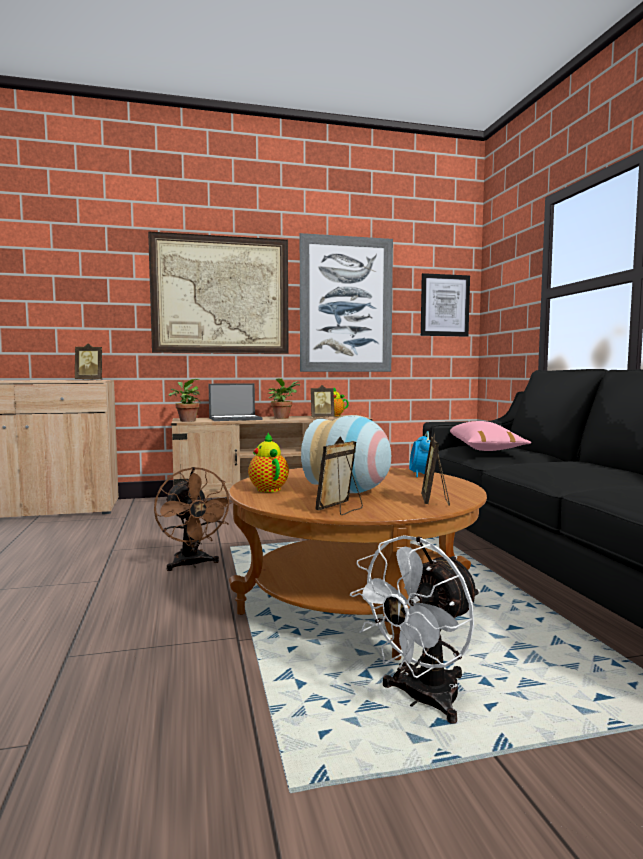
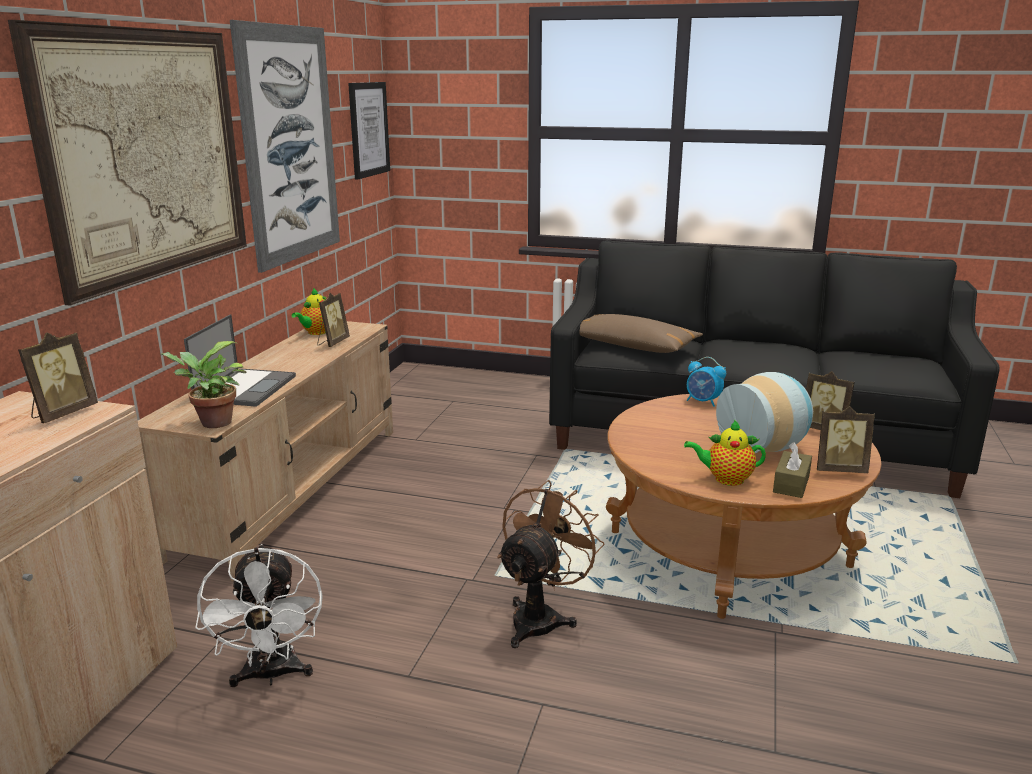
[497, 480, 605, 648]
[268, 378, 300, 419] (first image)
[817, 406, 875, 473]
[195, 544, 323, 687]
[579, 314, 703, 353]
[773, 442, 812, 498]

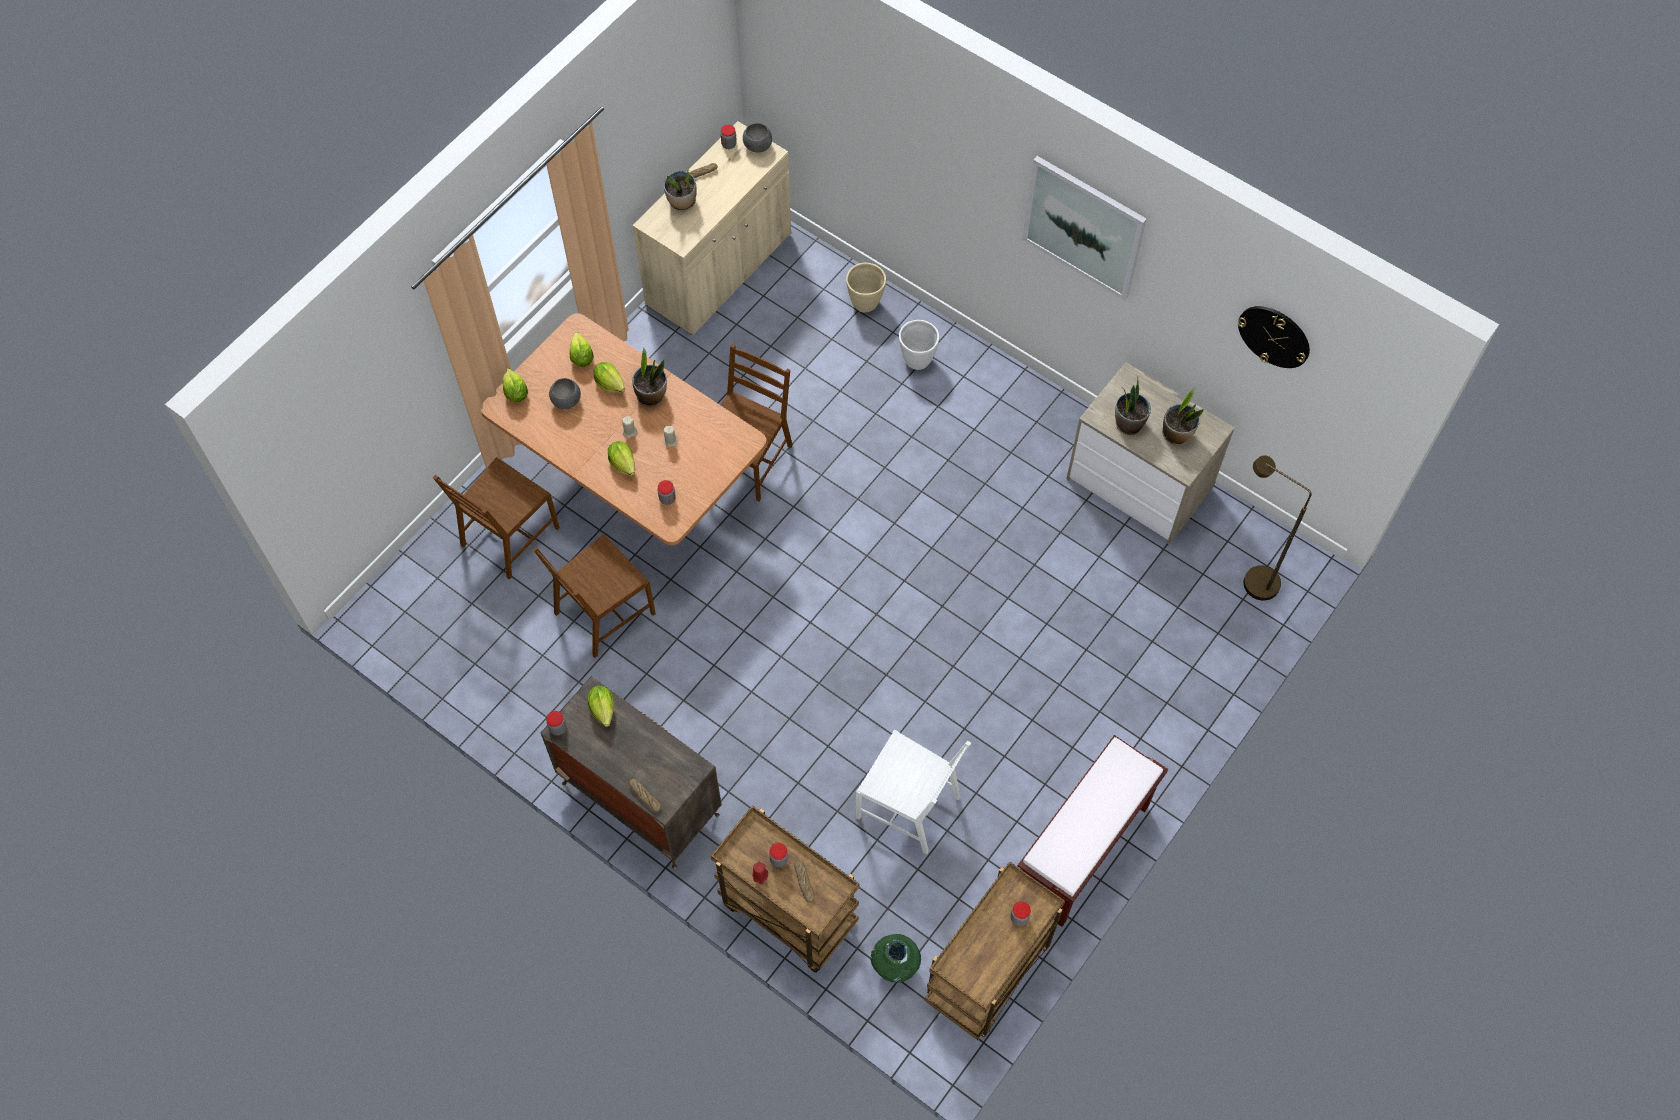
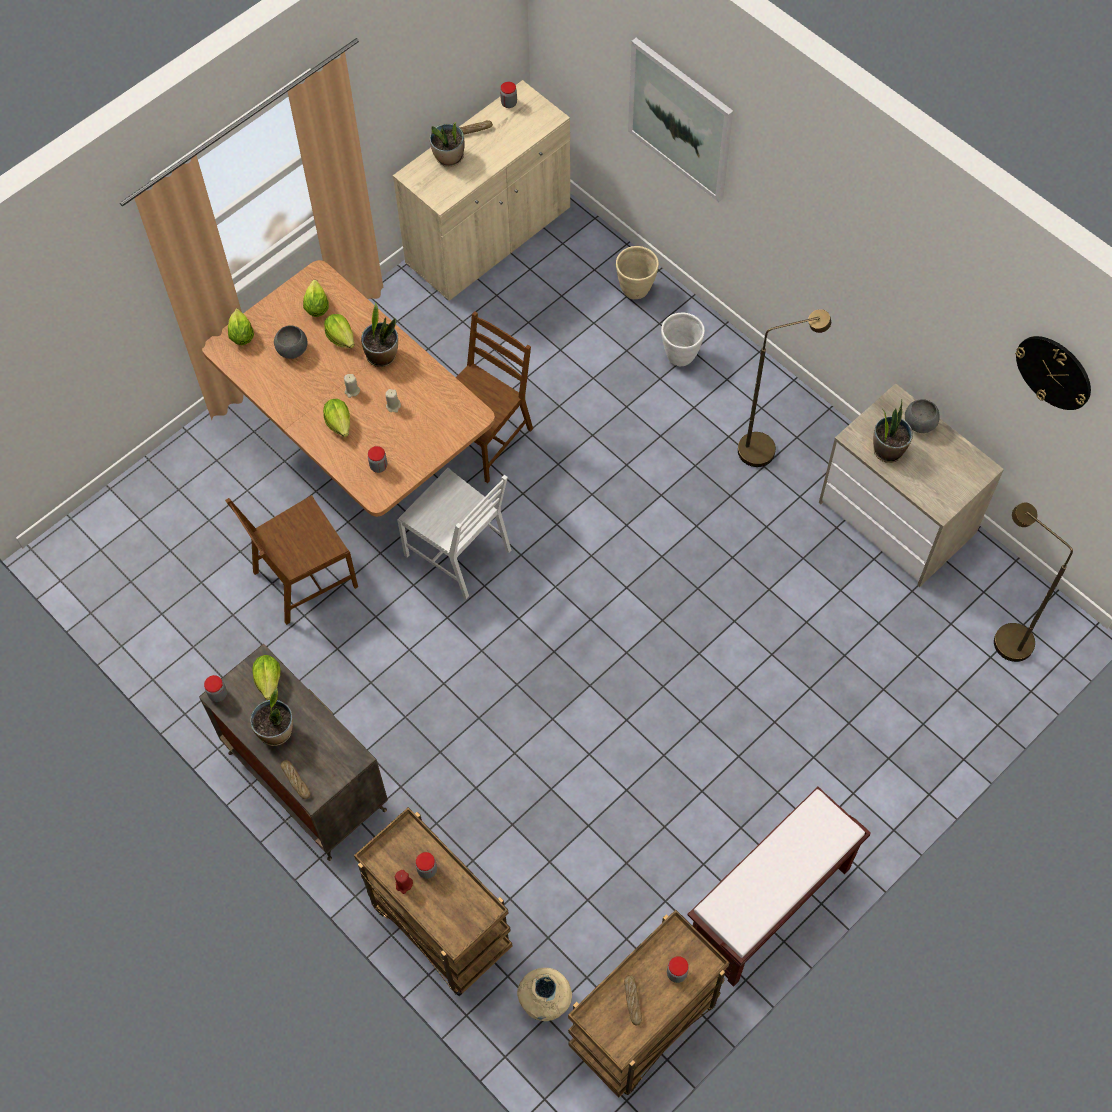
[433, 457, 560, 580] (first image)
[905, 399, 940, 433]
[624, 975, 642, 1025]
[397, 468, 512, 599]
[517, 968, 572, 1021]
[628, 38, 733, 202]
[250, 688, 293, 746]
[738, 309, 831, 467]

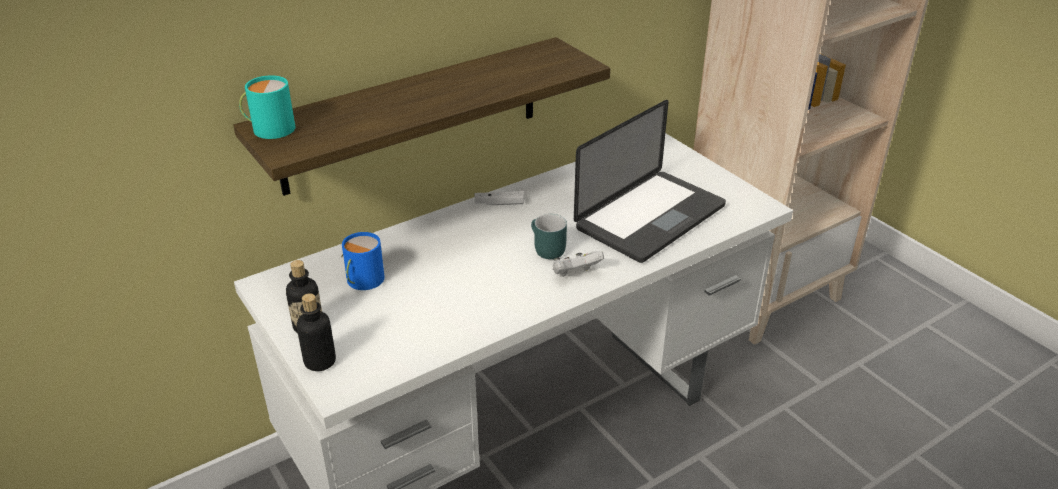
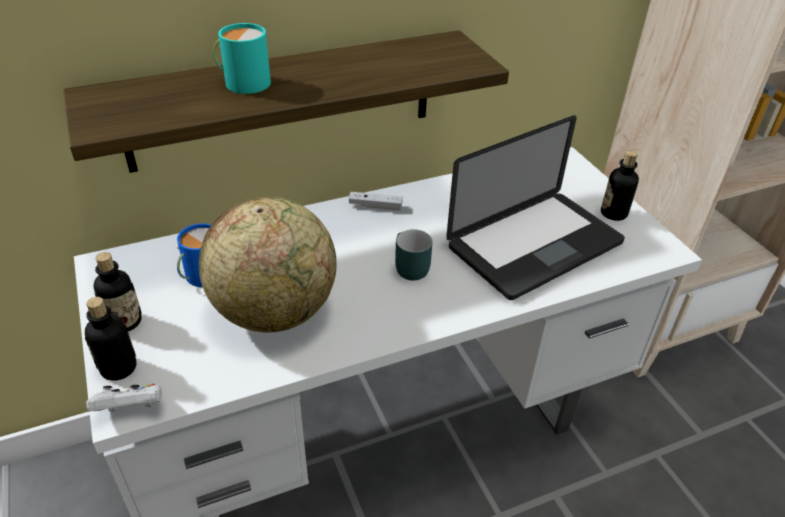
[213, 23, 271, 94]
[86, 384, 162, 412]
[199, 197, 337, 332]
[601, 150, 639, 221]

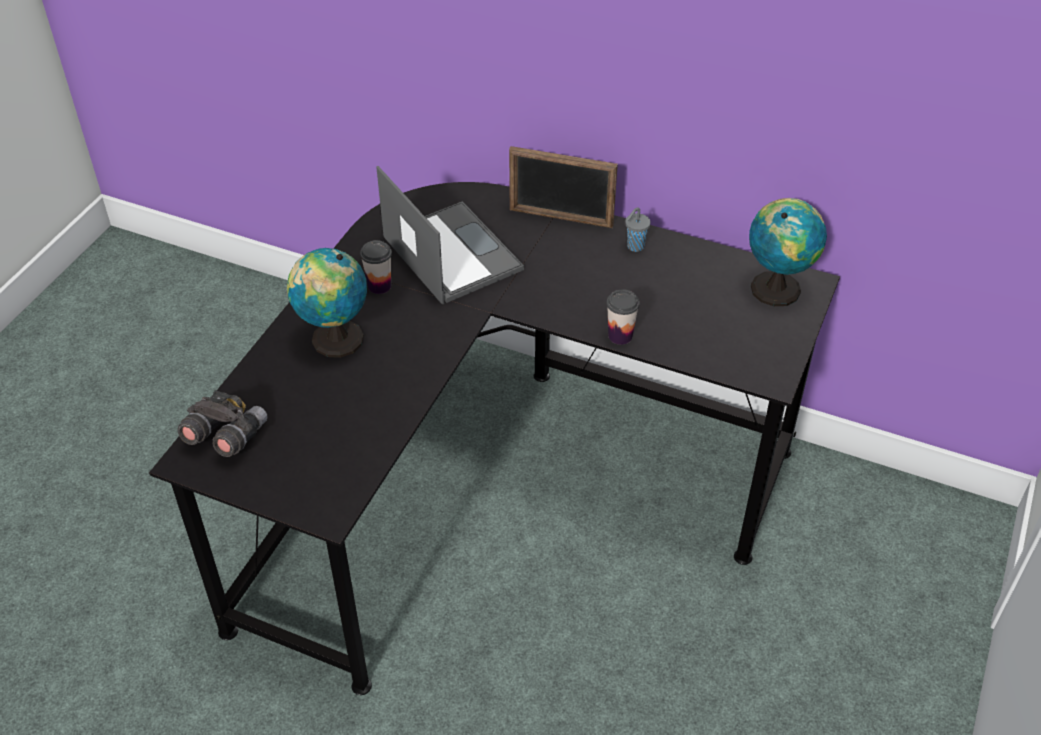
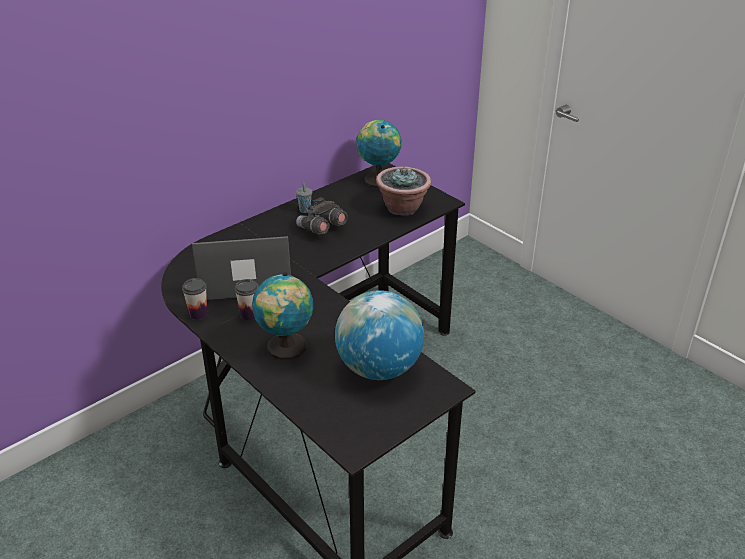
[296, 197, 348, 234]
[509, 146, 618, 228] (first image)
[182, 278, 208, 320]
[335, 290, 424, 380]
[376, 166, 431, 215]

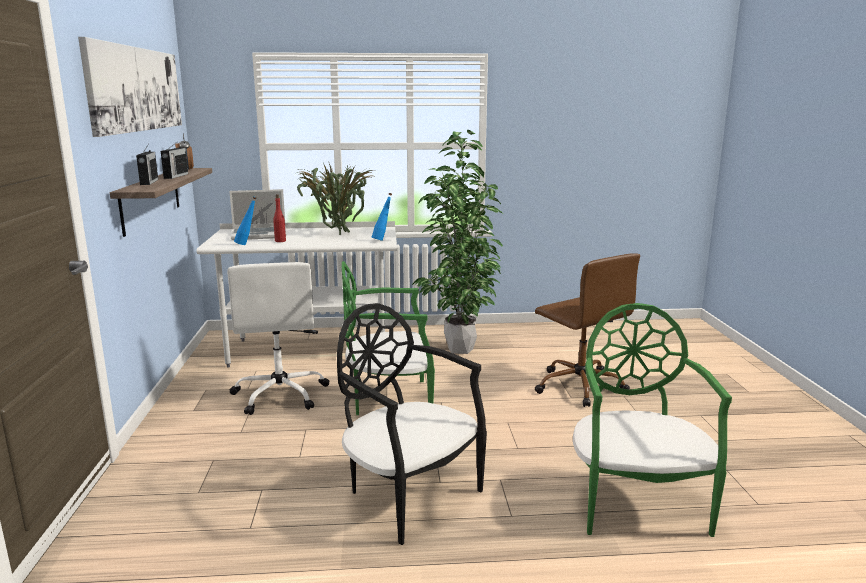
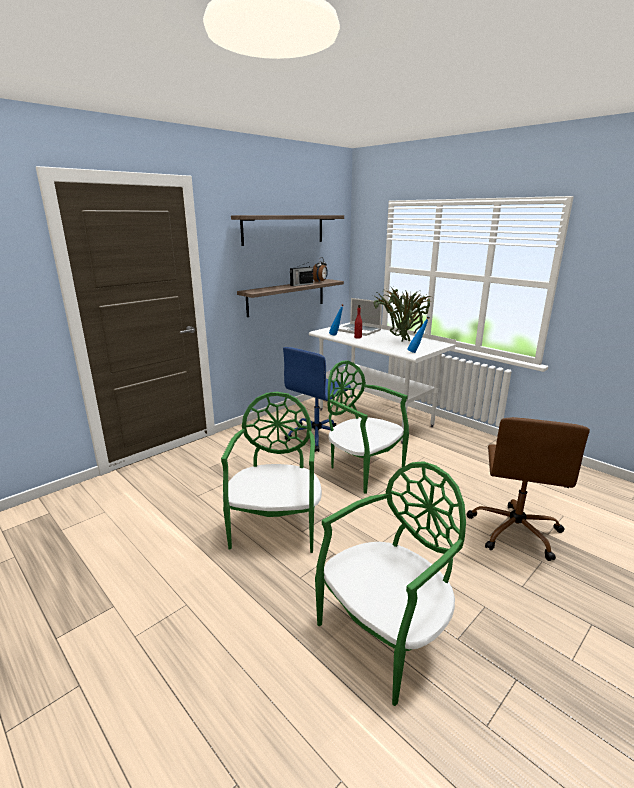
[231, 215, 344, 246]
[136, 145, 158, 185] (first image)
[283, 347, 351, 452]
[221, 392, 322, 553]
[412, 130, 503, 354] (first image)

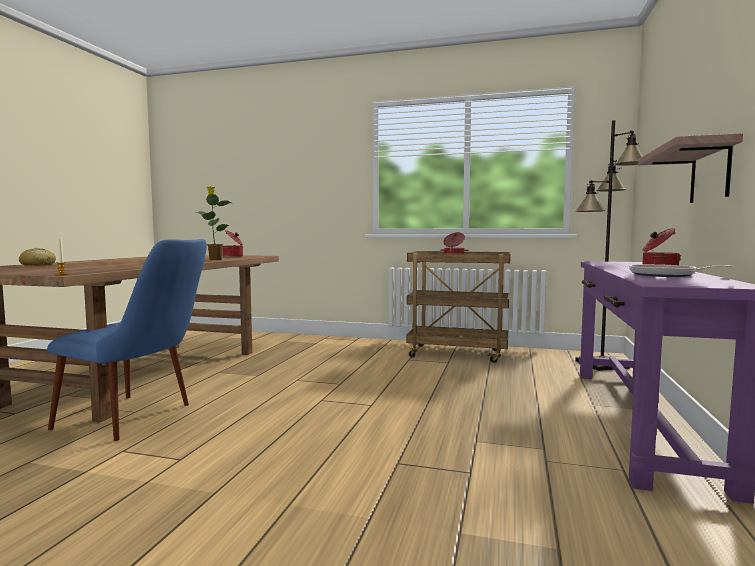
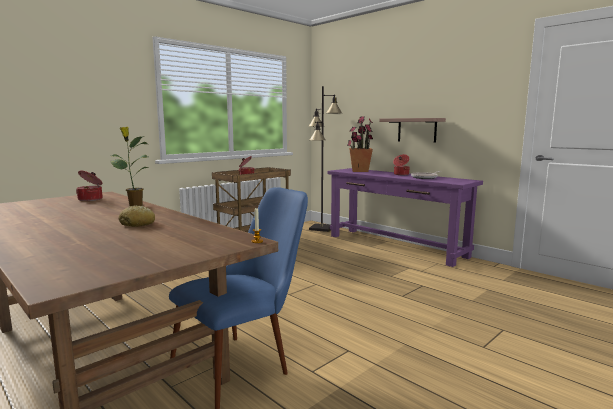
[118, 206, 155, 227]
[347, 116, 373, 172]

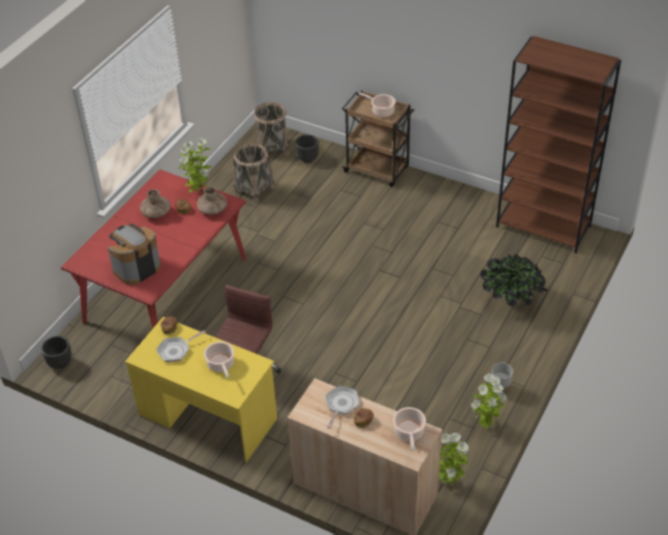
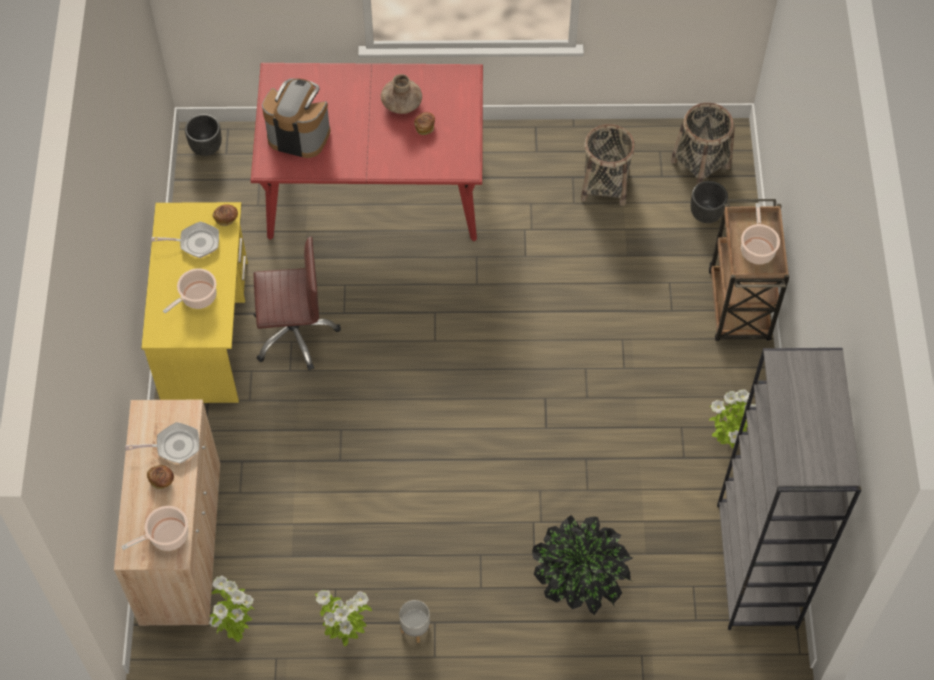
[151, 221, 219, 258]
[709, 389, 756, 449]
[197, 186, 227, 215] (first image)
[717, 348, 861, 630]

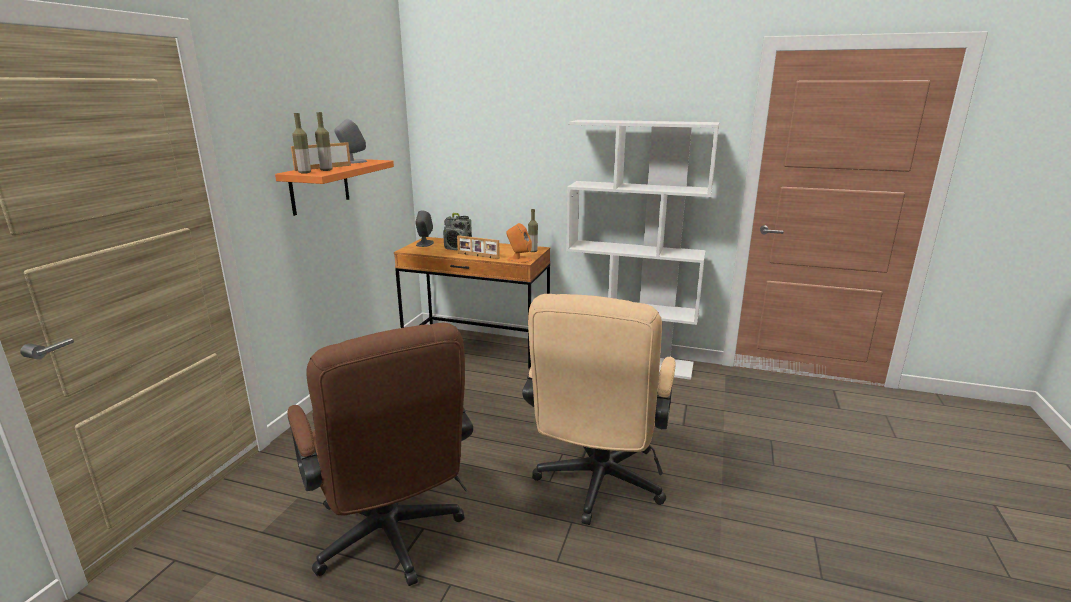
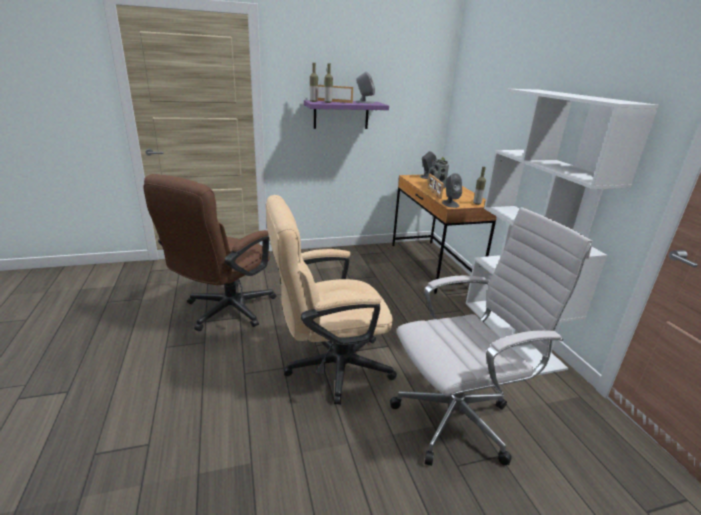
[304, 100, 389, 129]
[442, 173, 462, 208]
[390, 207, 593, 466]

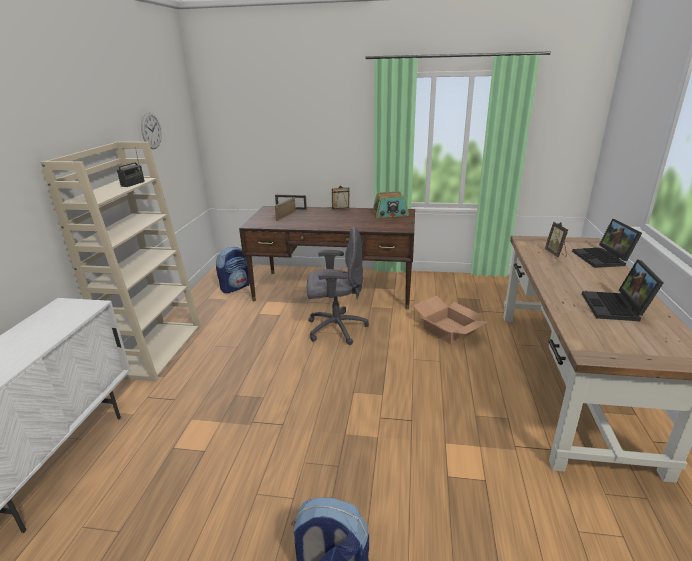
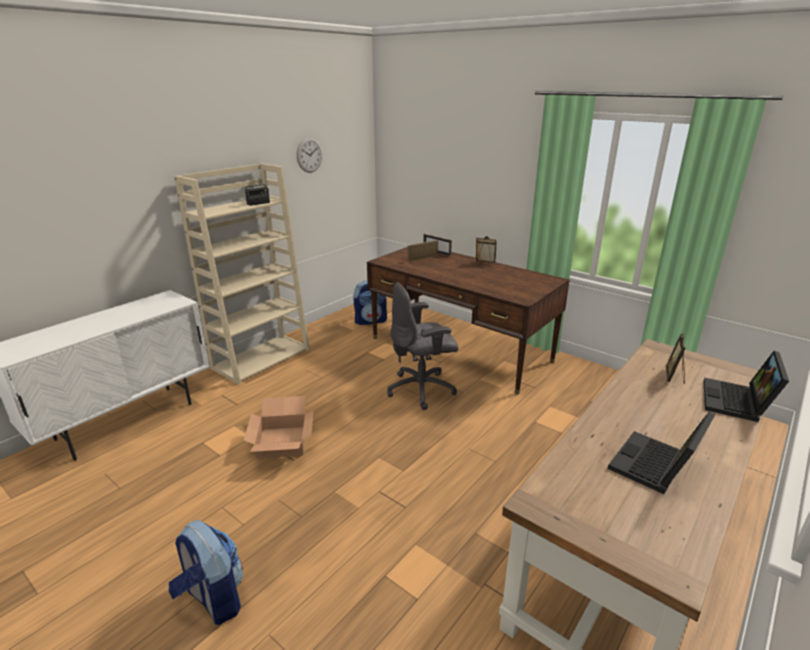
[387, 282, 458, 410]
[372, 191, 409, 218] (first image)
[244, 396, 314, 458]

